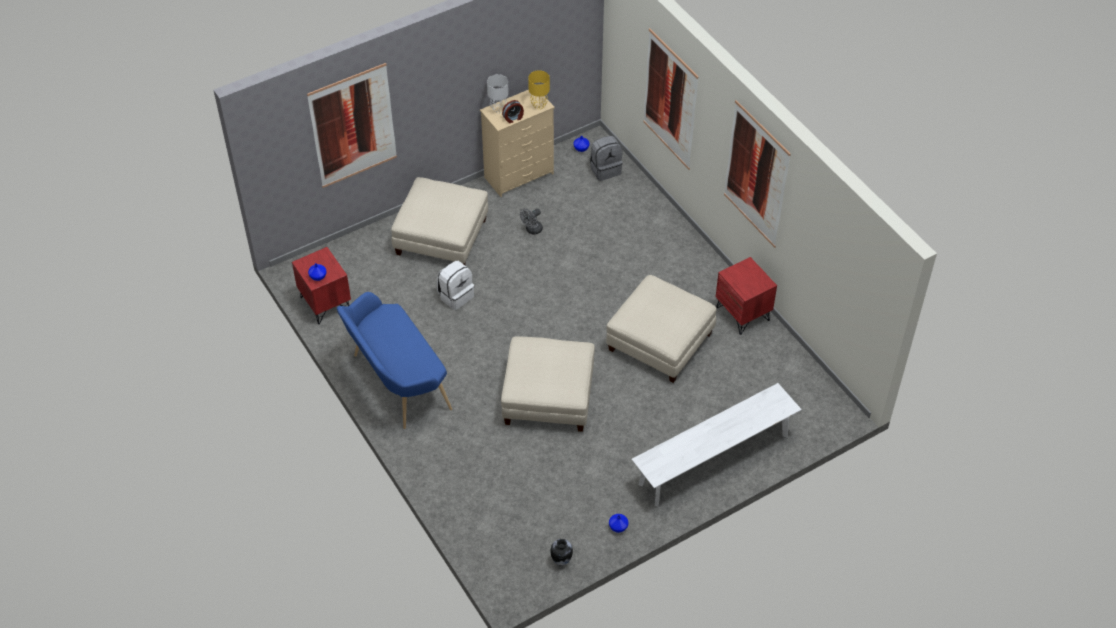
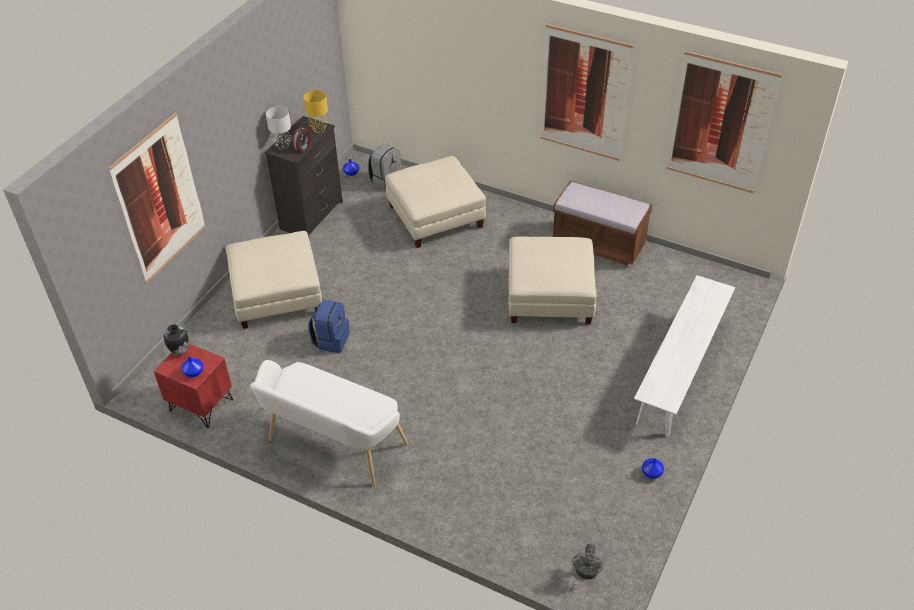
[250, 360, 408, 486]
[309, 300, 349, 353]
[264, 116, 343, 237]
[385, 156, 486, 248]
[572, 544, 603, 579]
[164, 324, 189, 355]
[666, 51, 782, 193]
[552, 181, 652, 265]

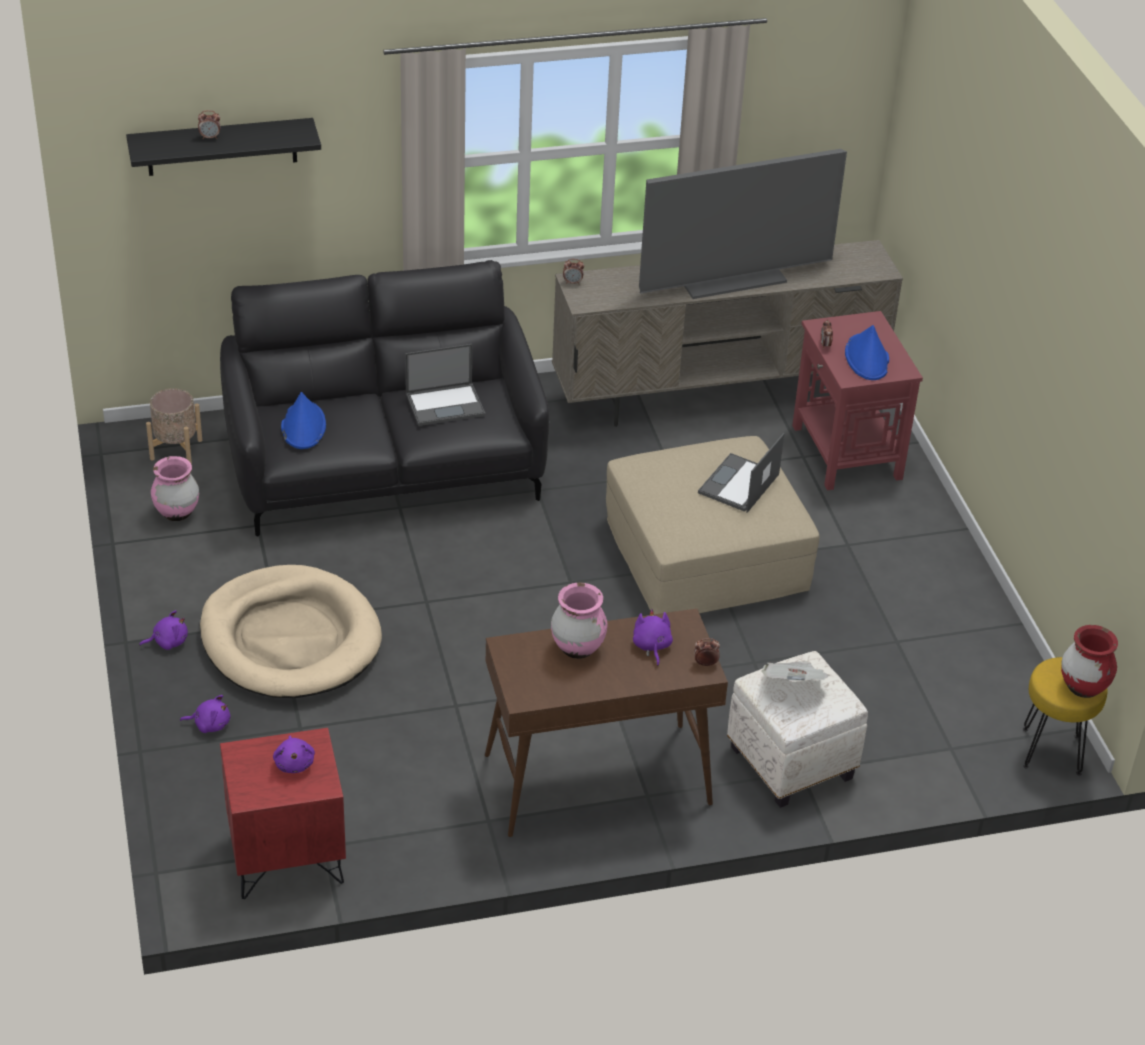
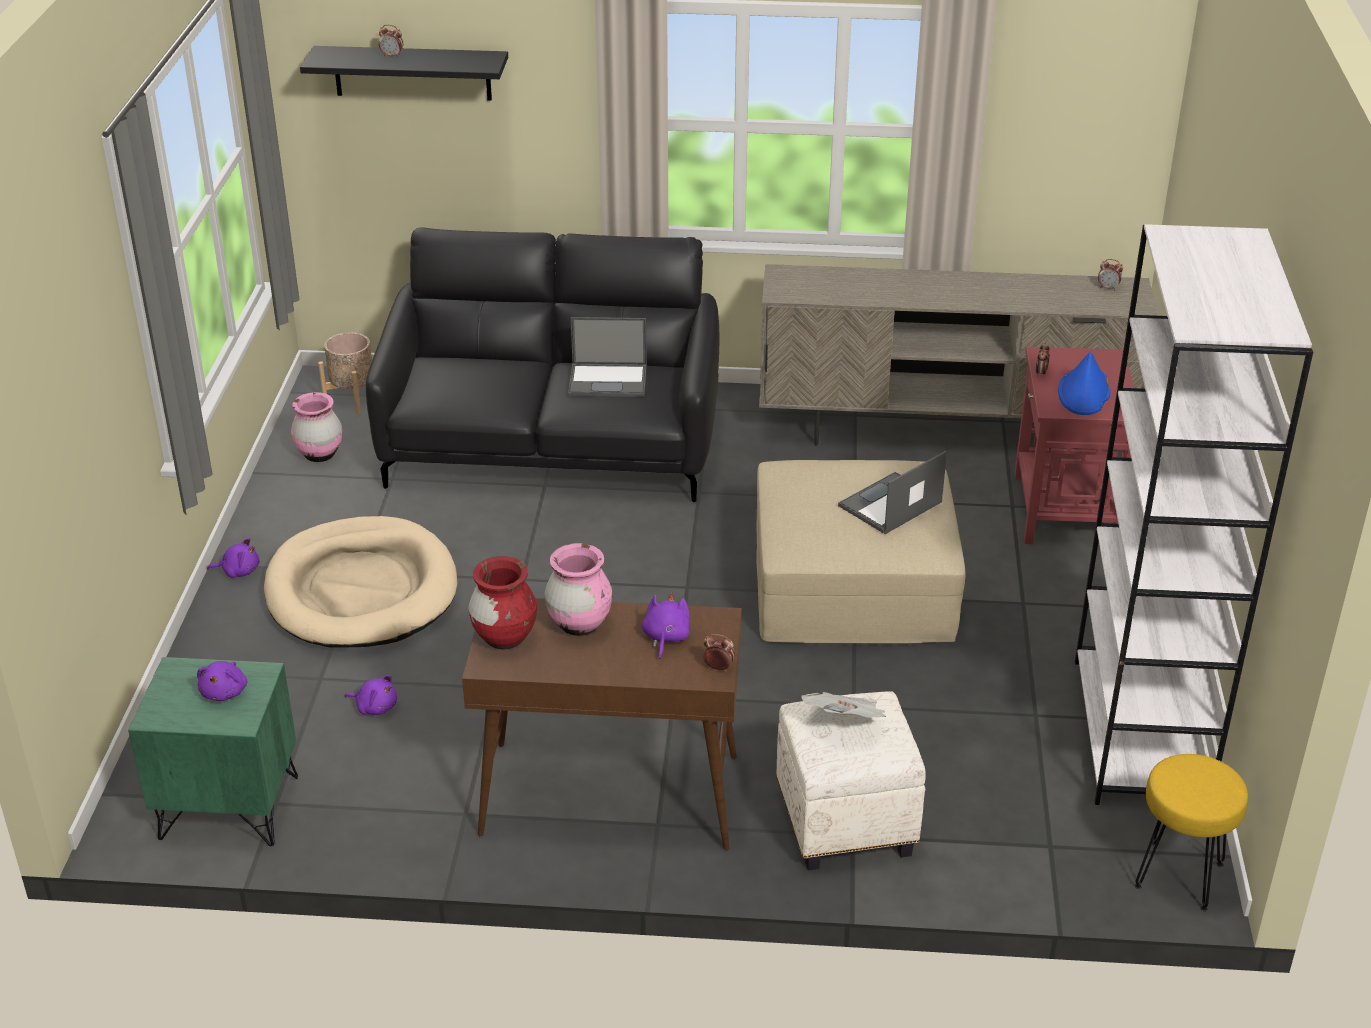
[344, 675, 397, 715]
[128, 657, 298, 846]
[281, 392, 326, 449] (first image)
[1098, 259, 1123, 290]
[639, 149, 847, 299] (first image)
[469, 556, 537, 649]
[1075, 224, 1313, 805]

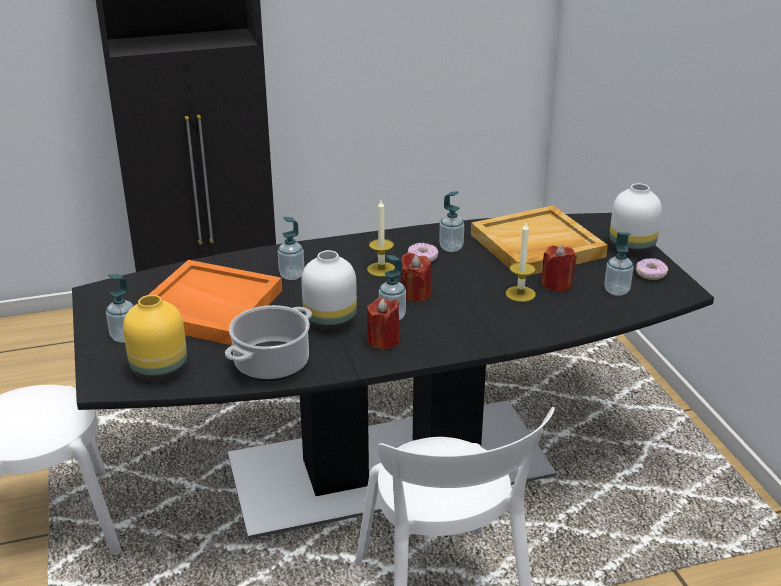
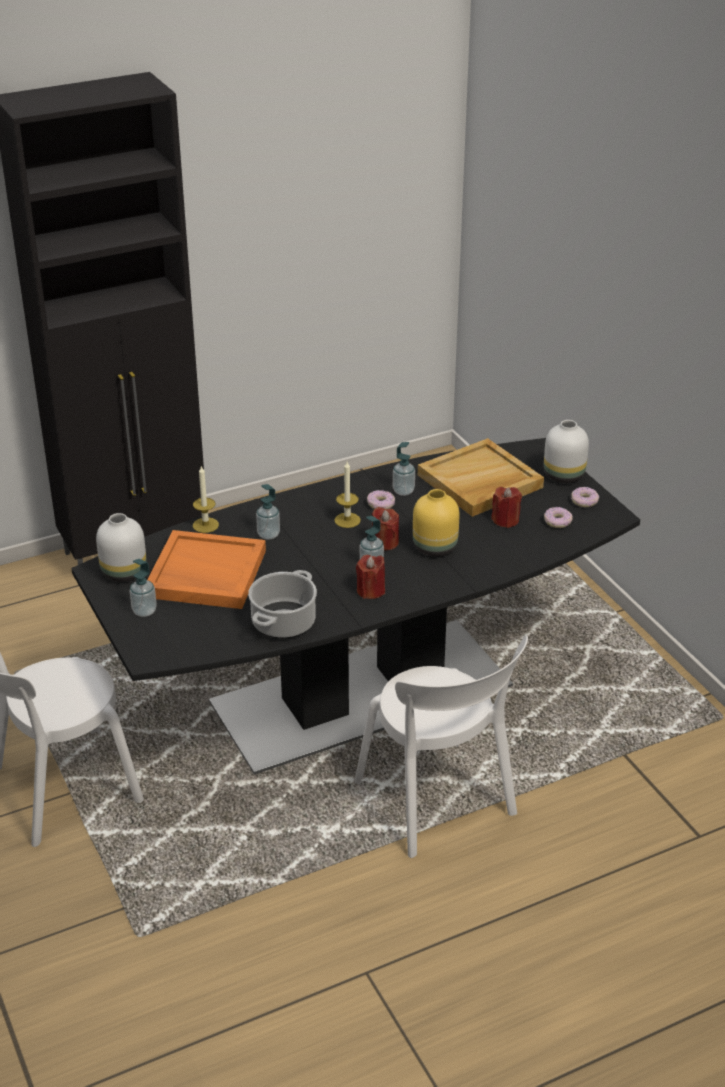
[413, 489, 459, 557]
[96, 513, 147, 582]
[193, 466, 219, 533]
[544, 507, 573, 528]

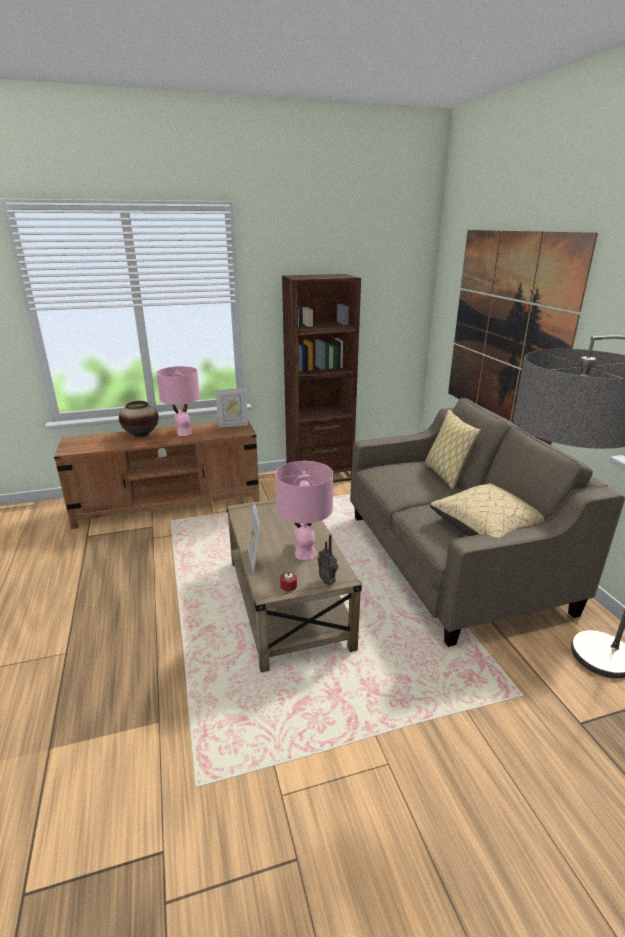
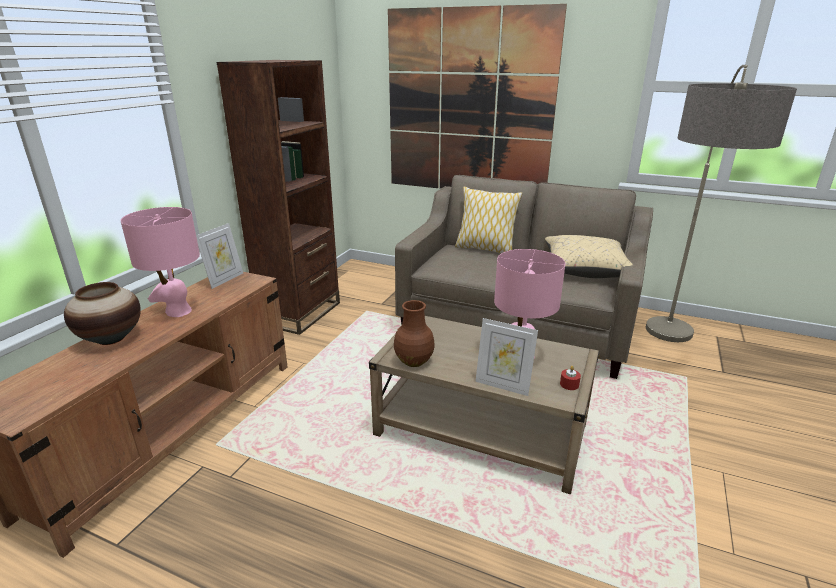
[318, 534, 338, 585] (first image)
[394, 300, 435, 367]

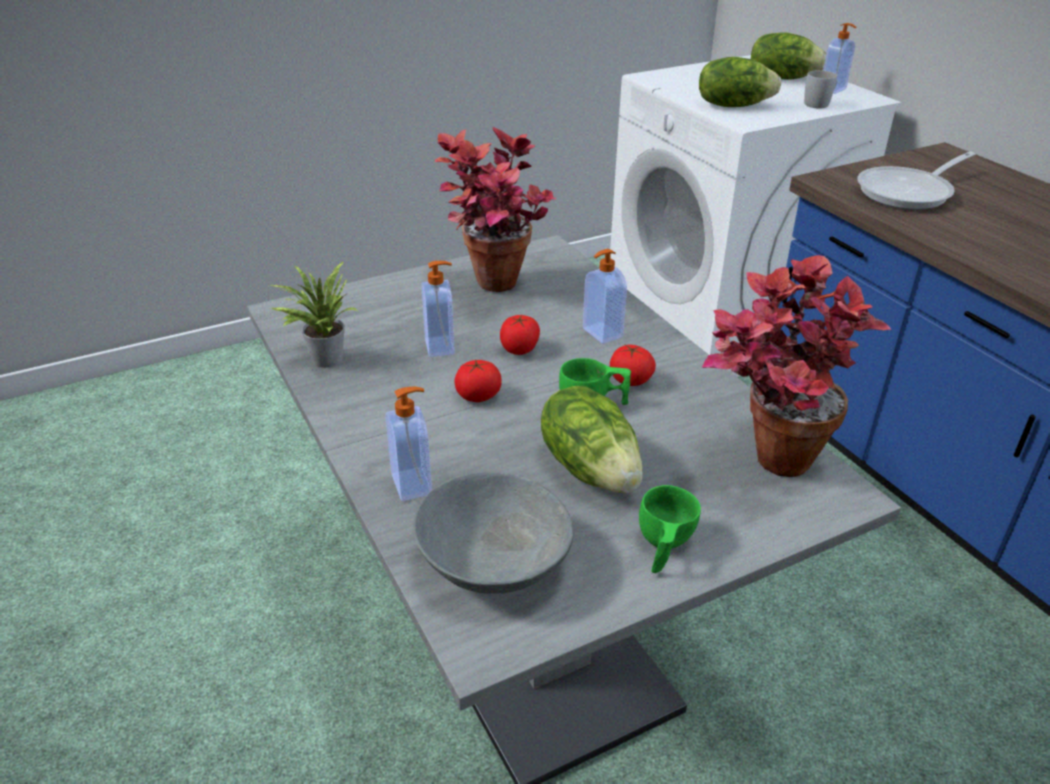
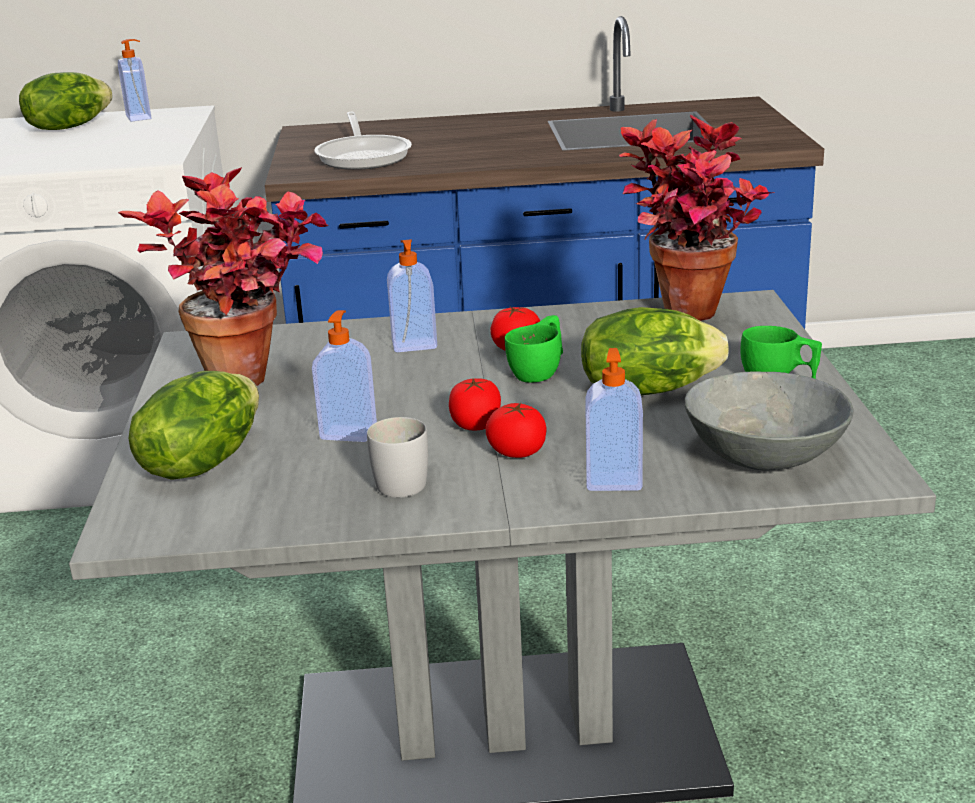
[269, 261, 357, 368] (first image)
[486, 403, 547, 458]
[128, 371, 259, 480]
[367, 417, 428, 498]

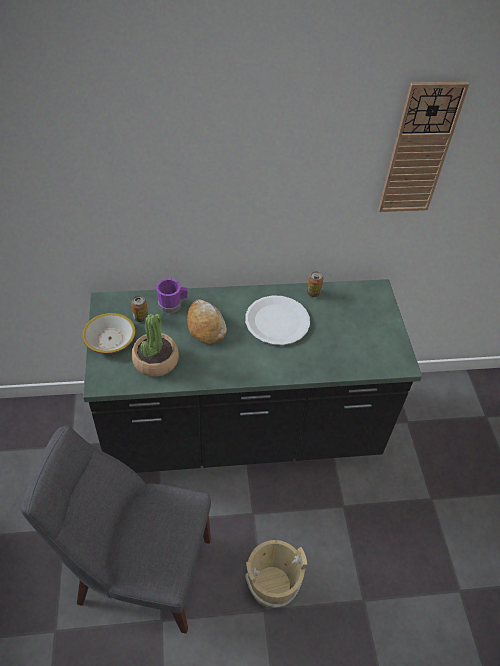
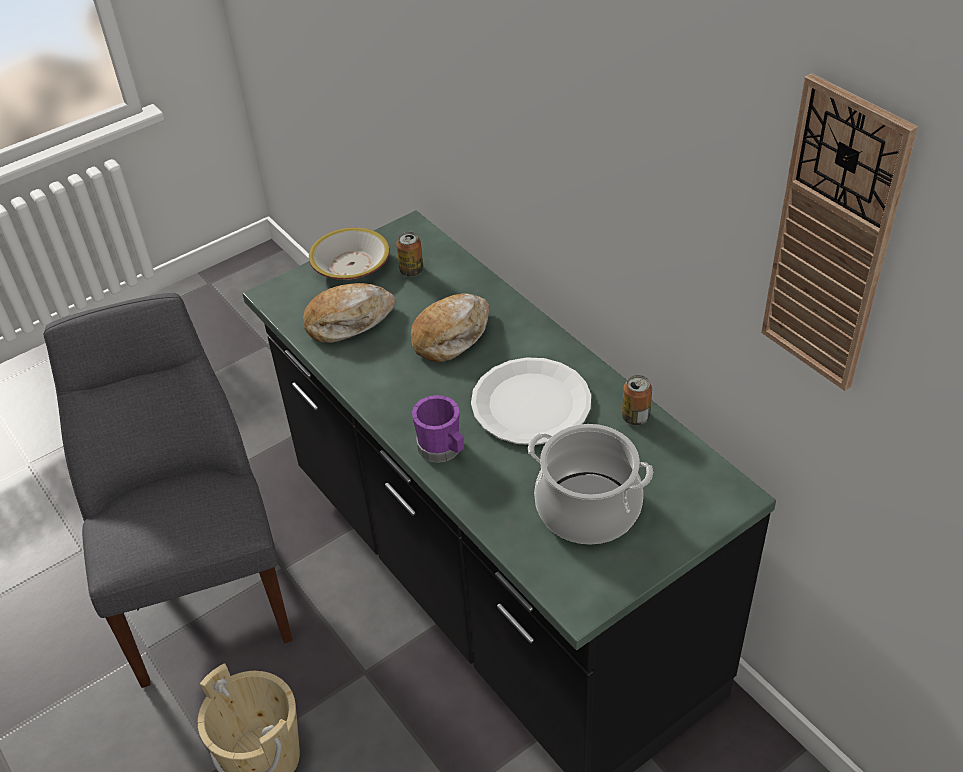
[303, 283, 396, 343]
[412, 395, 464, 463]
[528, 424, 653, 545]

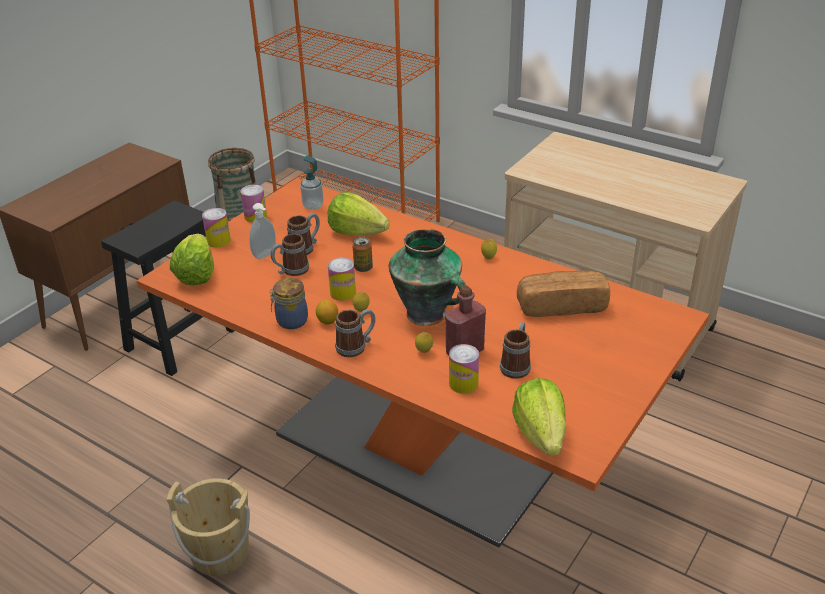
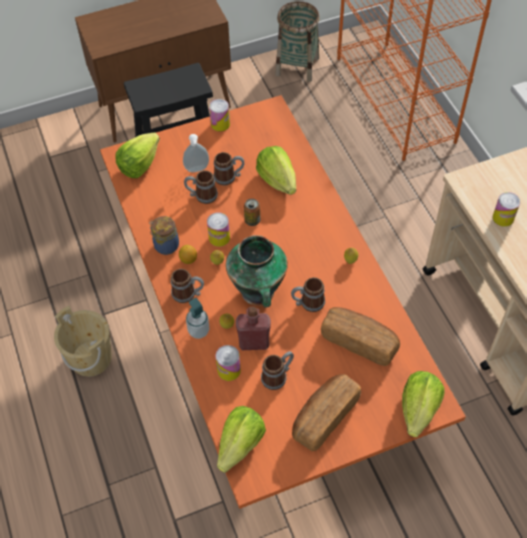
[493, 192, 520, 227]
[186, 298, 209, 339]
[291, 277, 325, 312]
[292, 374, 361, 451]
[402, 371, 445, 437]

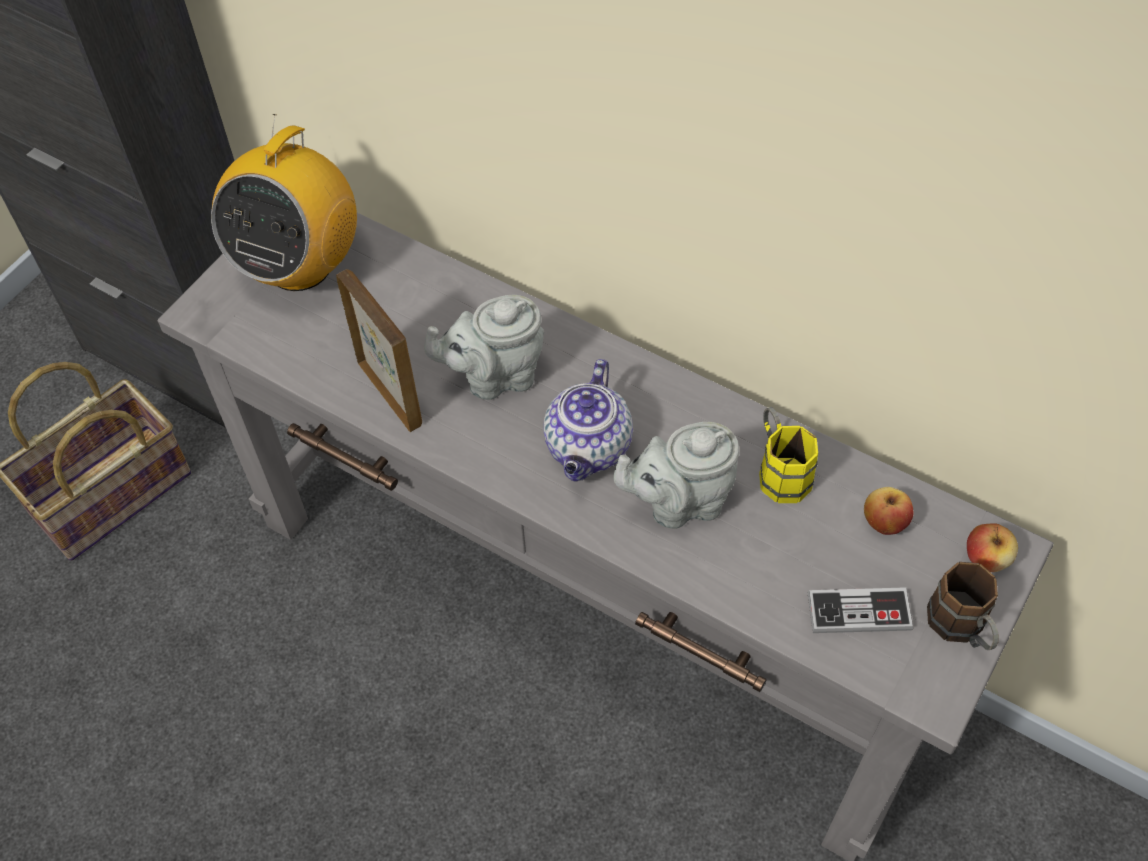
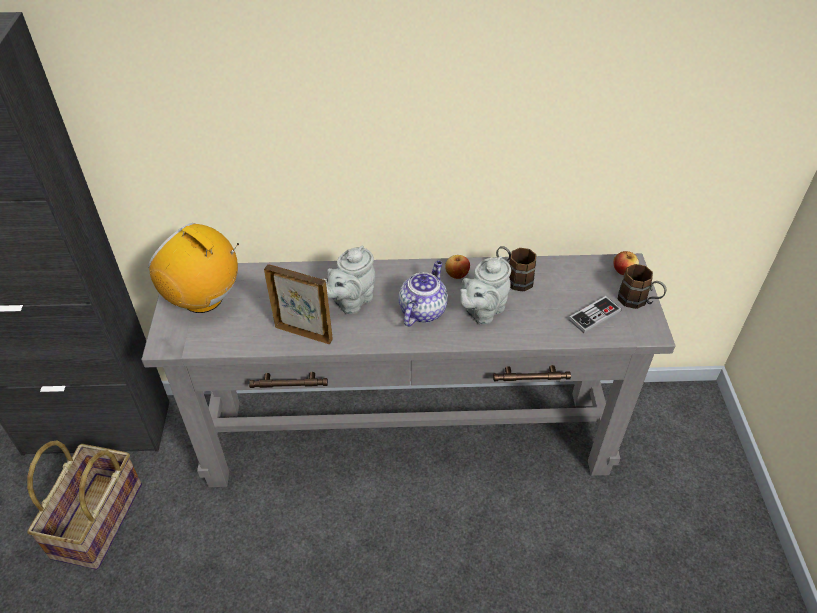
[148, 223, 239, 313]
[399, 261, 448, 327]
[496, 246, 537, 292]
[445, 255, 470, 279]

